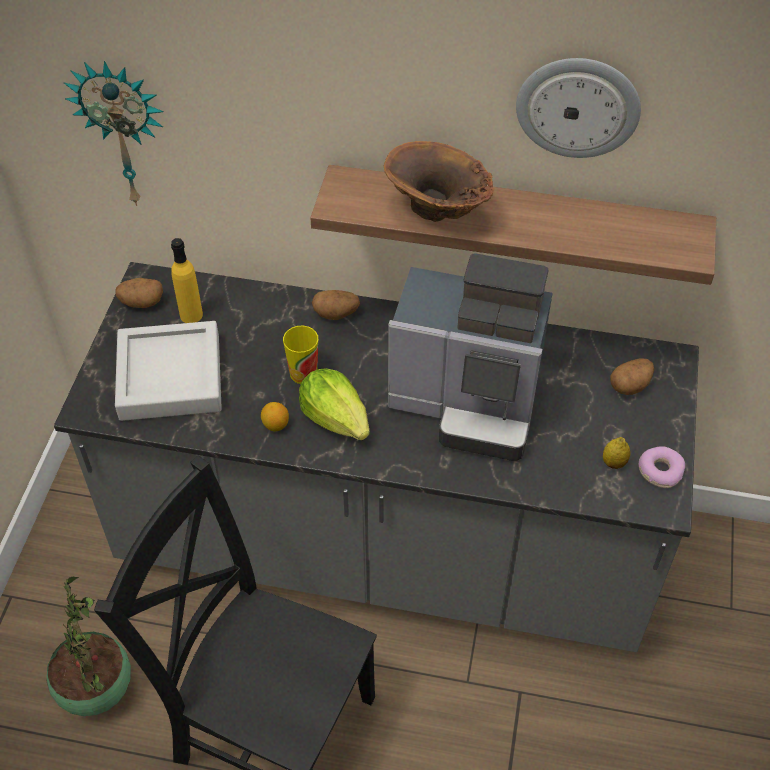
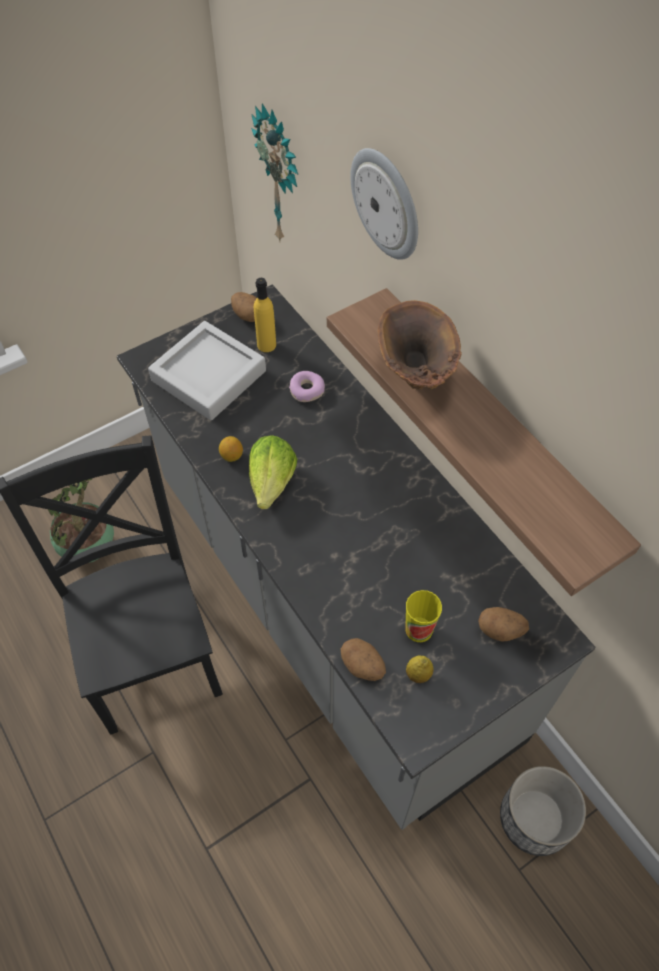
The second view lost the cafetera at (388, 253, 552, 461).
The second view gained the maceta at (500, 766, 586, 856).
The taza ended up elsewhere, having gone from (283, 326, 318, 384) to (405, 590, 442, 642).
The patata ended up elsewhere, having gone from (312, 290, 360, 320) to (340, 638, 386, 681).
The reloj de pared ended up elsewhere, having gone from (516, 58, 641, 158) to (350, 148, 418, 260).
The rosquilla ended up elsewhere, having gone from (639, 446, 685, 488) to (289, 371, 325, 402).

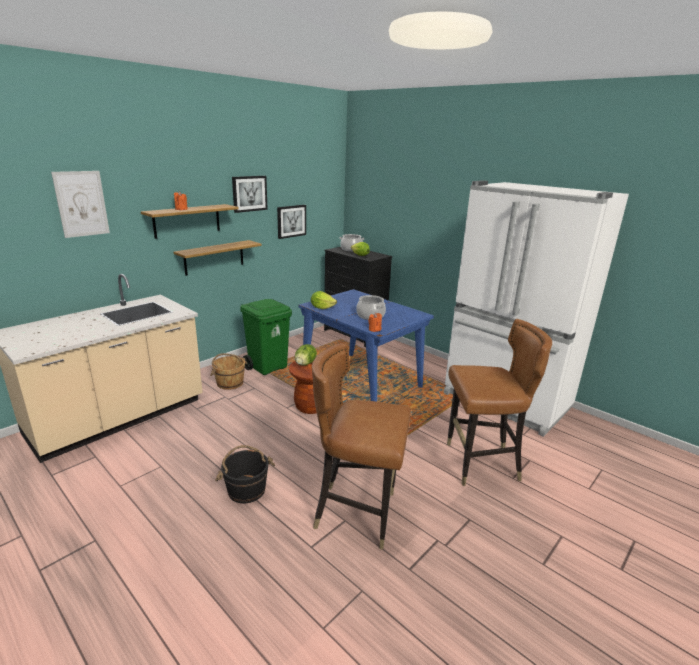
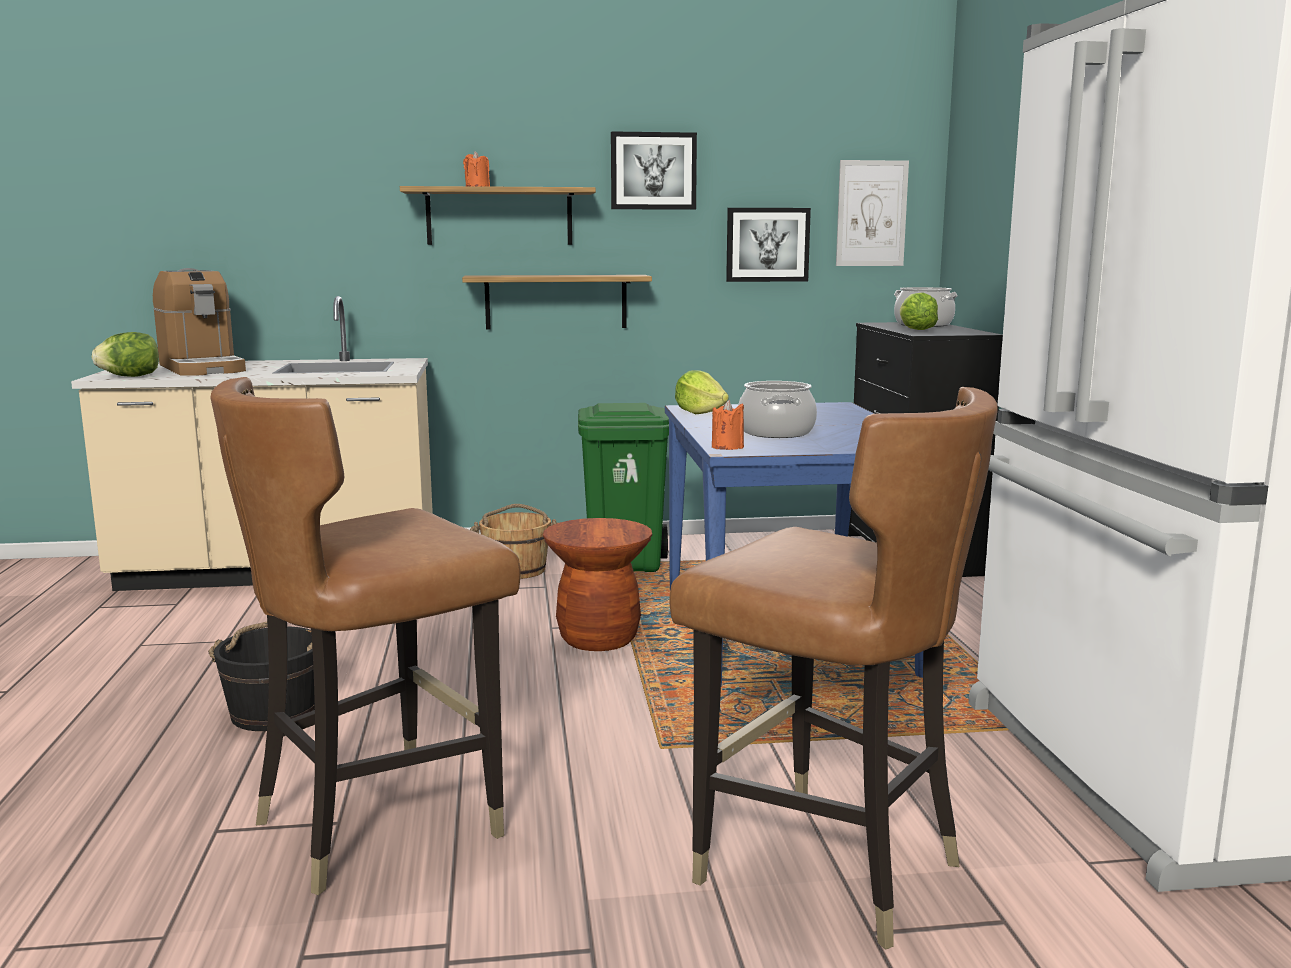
The second view gained the cafetera at (153, 268, 246, 376).
The cuadro ended up elsewhere, having gone from (51, 171, 110, 238) to (836, 160, 909, 266).
The lechuga ended up elsewhere, having gone from (295, 344, 317, 366) to (92, 332, 159, 377).
The silla/marrón at (312, 343, 411, 550) ended up facing another way, 90 degrees counterclockwise from before.

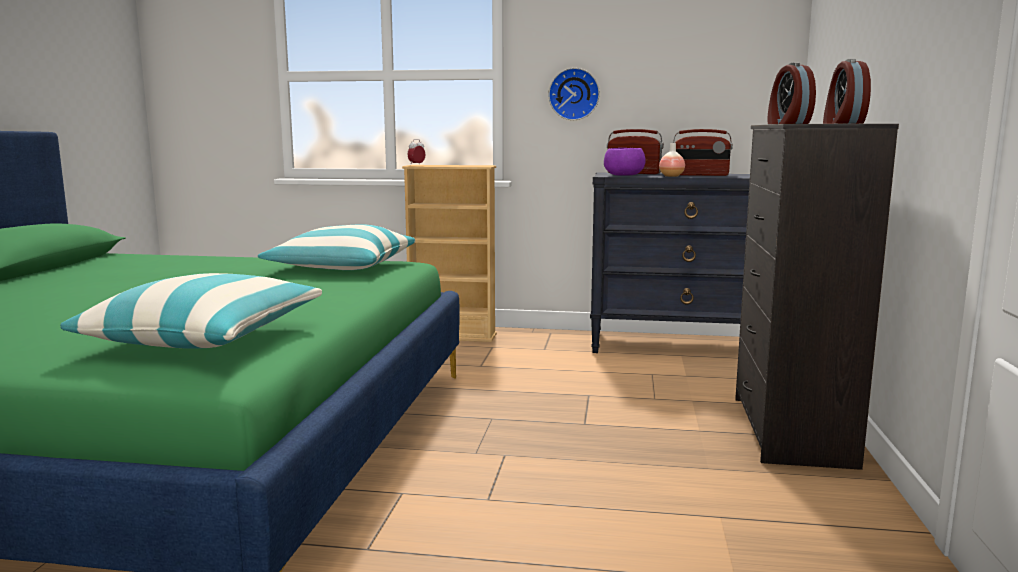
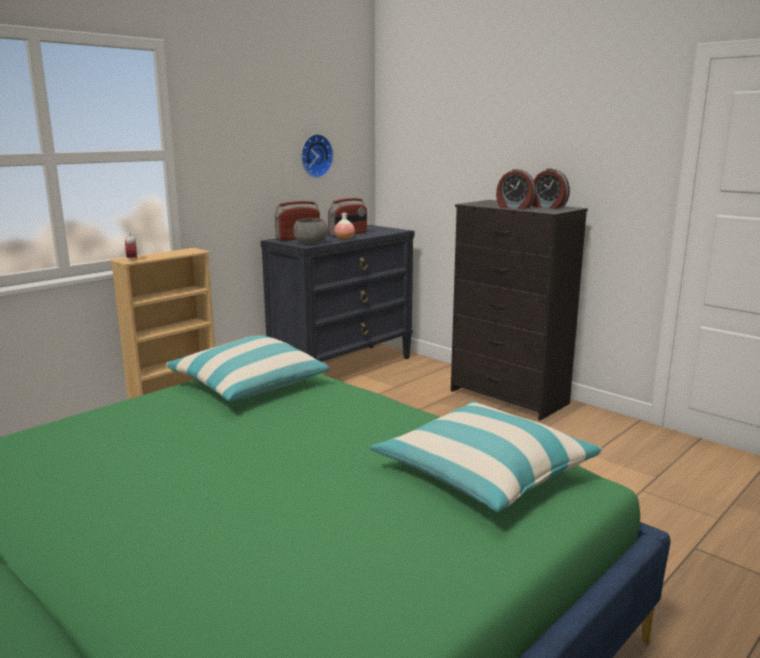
The reloj de pared ended up elsewhere, having gone from (548, 68, 600, 120) to (301, 134, 334, 178).
What was the cuenco/morado at (604, 148, 646, 176) turned into the cuenco/gris at (293, 218, 328, 244).

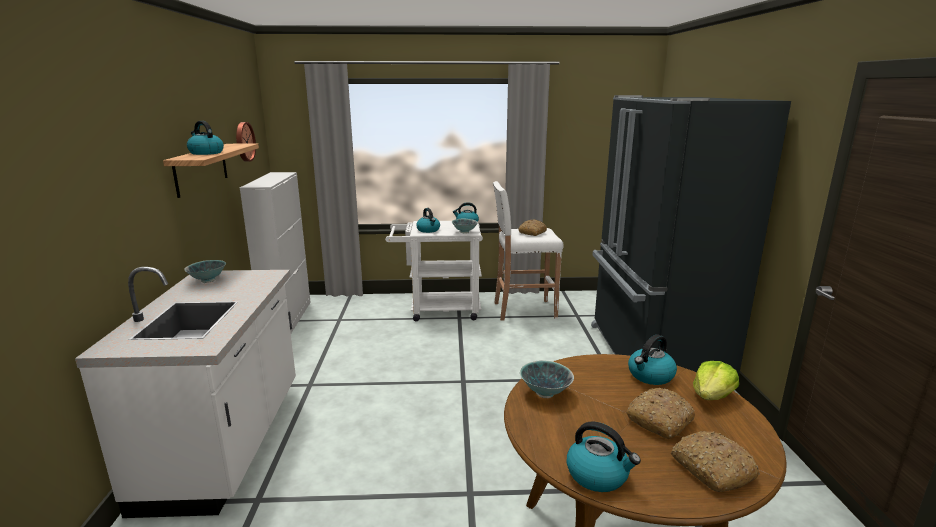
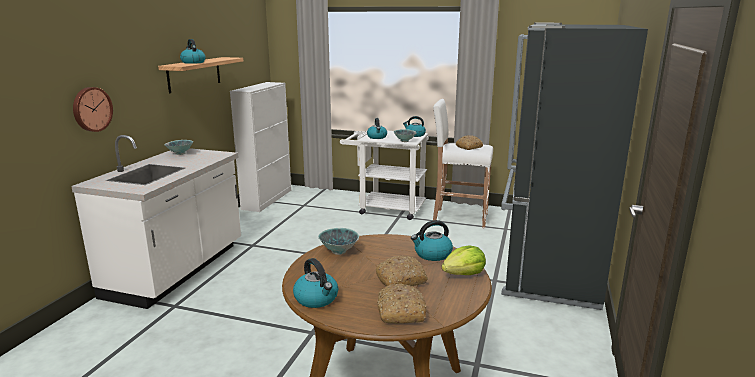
The reloj de pared ended up elsewhere, having gone from (236, 122, 256, 162) to (73, 87, 113, 132).

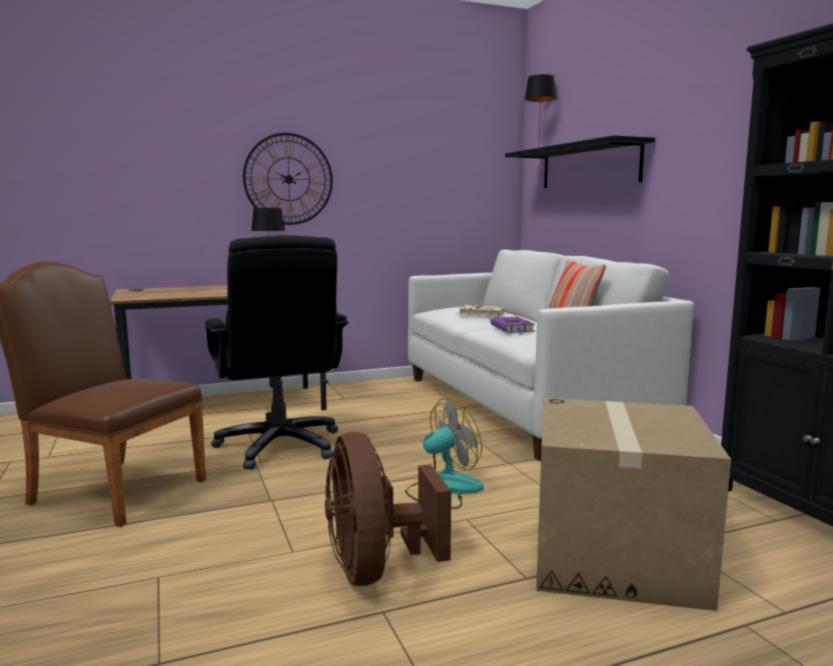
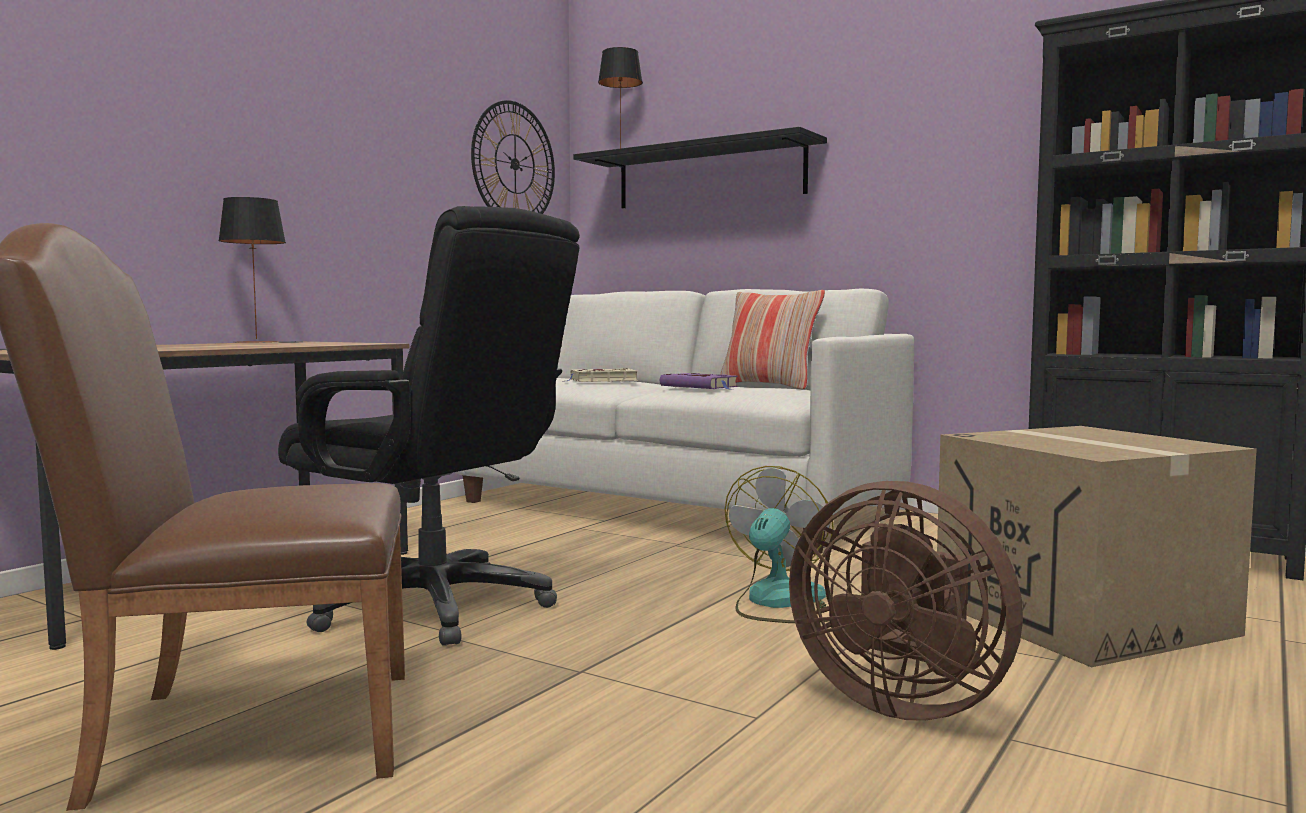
The reloj de pared ended up elsewhere, having gone from (243, 133, 333, 225) to (471, 100, 555, 214).

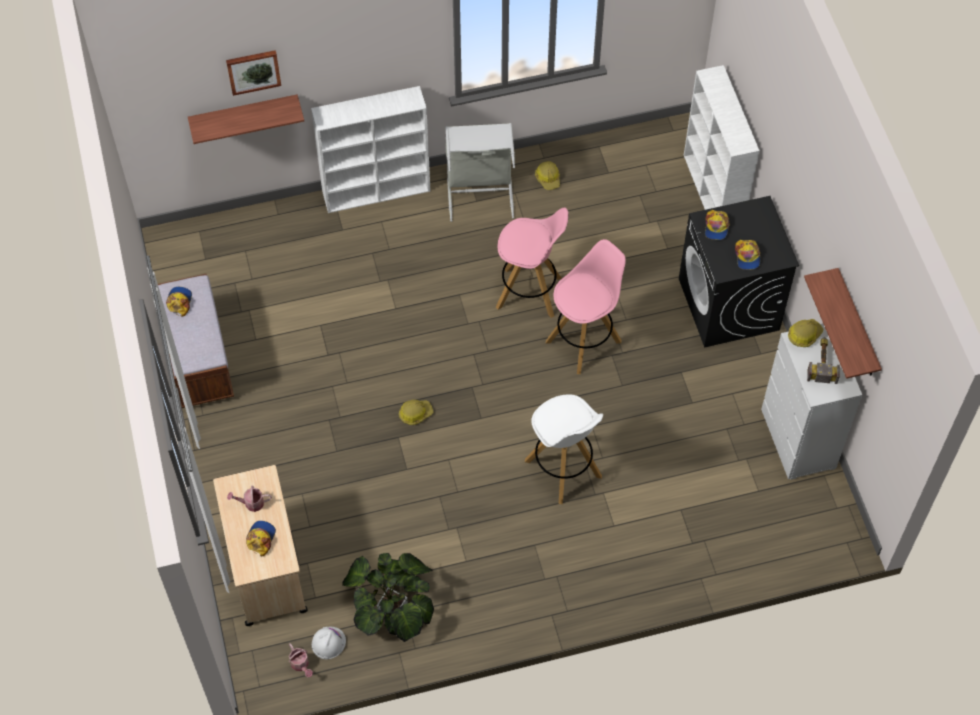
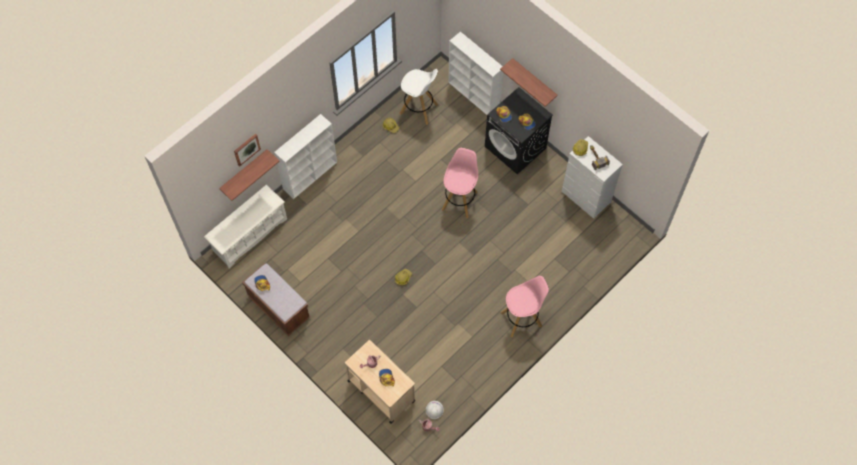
The second view lost the planta en maceta at (342, 553, 434, 642).
The second view lost the cesto de la ropa/gris at (445, 123, 515, 222).
The second view gained the zapatero/blanco at (204, 185, 287, 268).
The taburete/rosa ended up elsewhere, having gone from (496, 207, 569, 318) to (501, 276, 549, 338).
The taburete/blanco ended up elsewhere, having gone from (525, 394, 603, 504) to (400, 69, 438, 125).
The estante ended up elsewhere, having gone from (804, 268, 882, 379) to (500, 58, 558, 107).

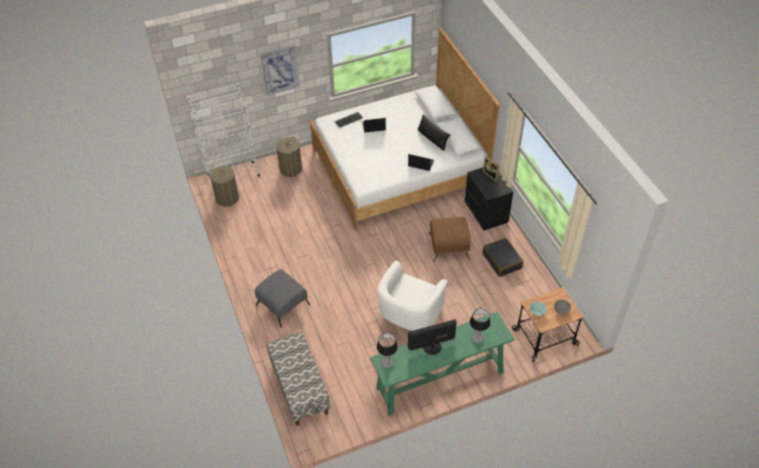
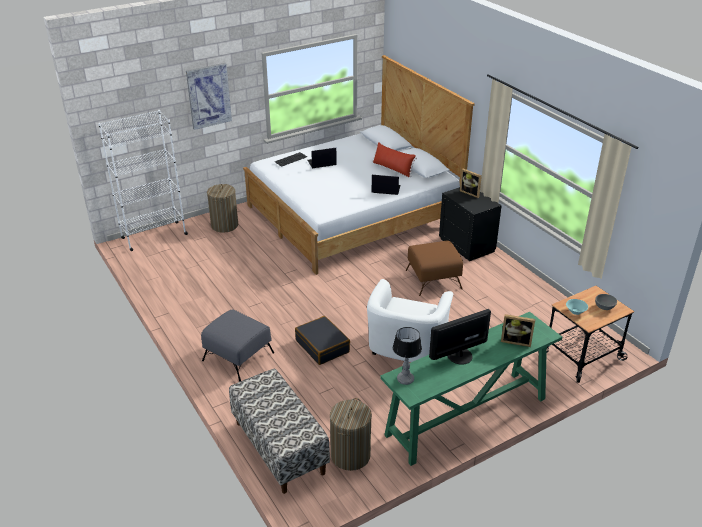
The cesto de la ropa ended up elsewhere, having gone from (210, 166, 239, 207) to (330, 398, 372, 471).
The maleta/negro ended up elsewhere, having gone from (483, 238, 524, 277) to (295, 316, 350, 365).
Where the lámpara de mesa stood at (470, 308, 490, 344), the portarretratos came to stand at (501, 314, 535, 347).
What was the cojín/negro at (417, 115, 452, 151) turned into the cojín/rojo at (372, 142, 417, 177).

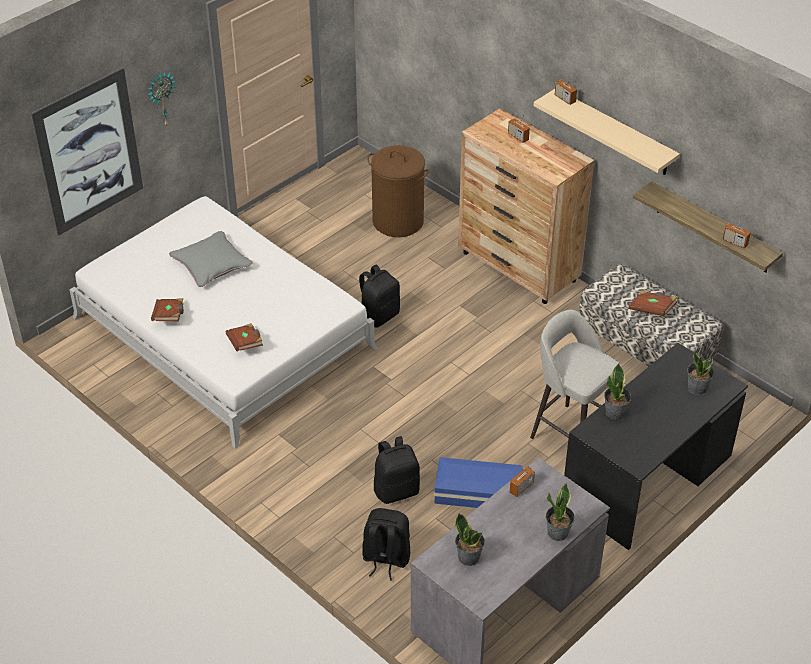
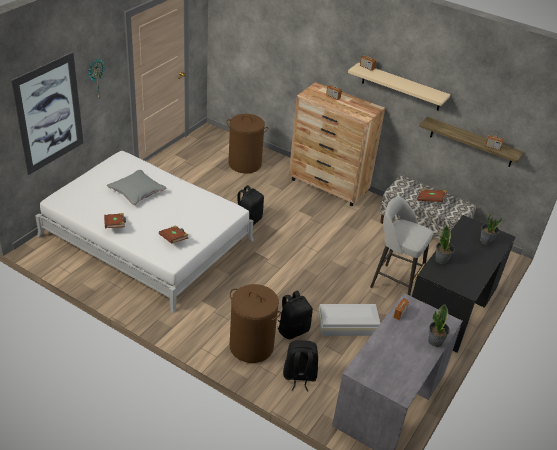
The second view lost the planta en maceta at (455, 513, 485, 566).
The second view gained the cesto de la ropa/marrón at (230, 284, 281, 363).
What was the caja de almacenaje/azul at (434, 457, 523, 508) turned into the caja de almacenaje/blanco at (318, 304, 380, 336).

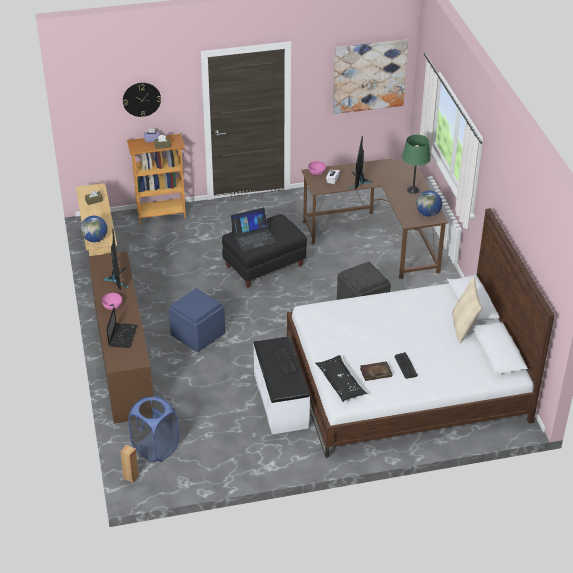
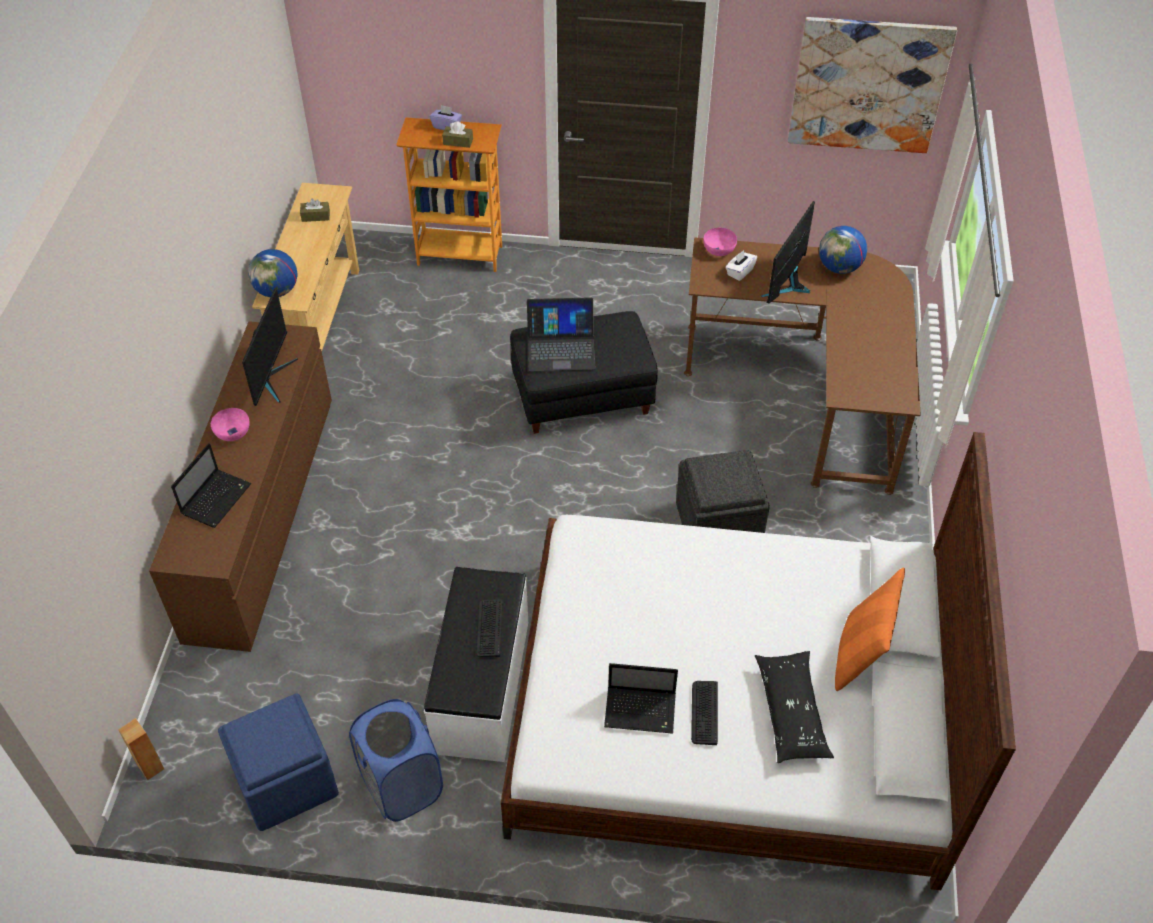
The second view lost the reloj de pared at (123, 83, 161, 117).
The second view lost the lámpara de mesa/verde at (402, 135, 431, 194).
The cesto de la ropa/azul ended up elsewhere, having gone from (128, 396, 179, 462) to (349, 699, 443, 822).
The puf/azul ended up elsewhere, having gone from (169, 288, 225, 352) to (218, 693, 339, 831).
The cojín/negro ended up elsewhere, having gone from (315, 355, 367, 402) to (755, 651, 834, 763).
The globo terráqueo ended up elsewhere, having gone from (416, 190, 442, 216) to (819, 226, 867, 274).
Where the libro stood at (360, 361, 392, 381), the portátil came to stand at (604, 663, 678, 734).
What was the cojín/beis at (452, 277, 482, 343) turned into the cojín/naranja at (835, 568, 905, 691).

